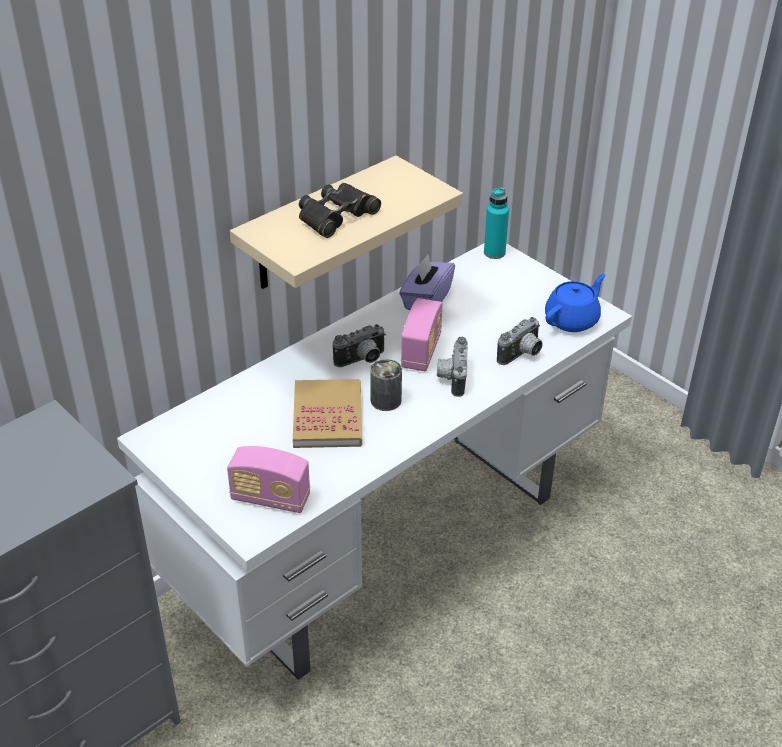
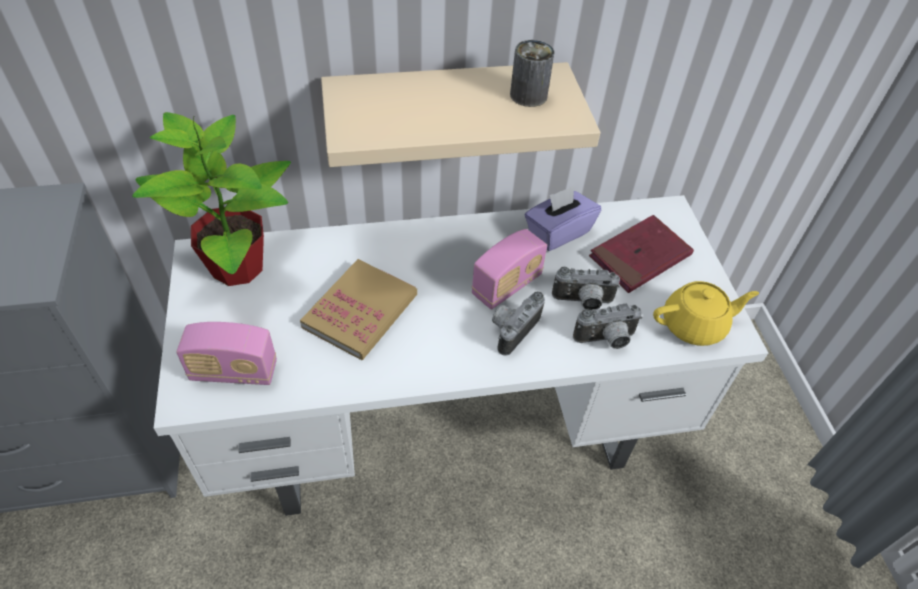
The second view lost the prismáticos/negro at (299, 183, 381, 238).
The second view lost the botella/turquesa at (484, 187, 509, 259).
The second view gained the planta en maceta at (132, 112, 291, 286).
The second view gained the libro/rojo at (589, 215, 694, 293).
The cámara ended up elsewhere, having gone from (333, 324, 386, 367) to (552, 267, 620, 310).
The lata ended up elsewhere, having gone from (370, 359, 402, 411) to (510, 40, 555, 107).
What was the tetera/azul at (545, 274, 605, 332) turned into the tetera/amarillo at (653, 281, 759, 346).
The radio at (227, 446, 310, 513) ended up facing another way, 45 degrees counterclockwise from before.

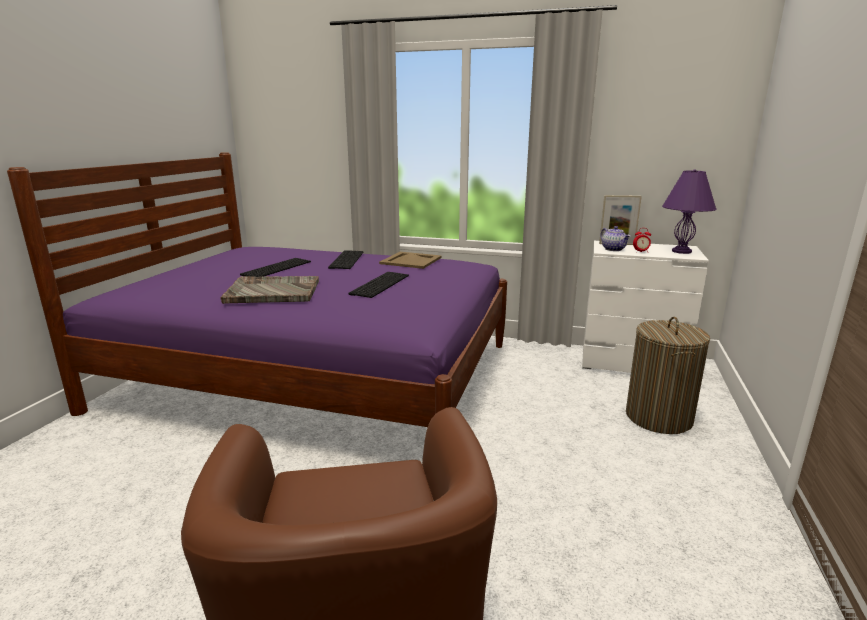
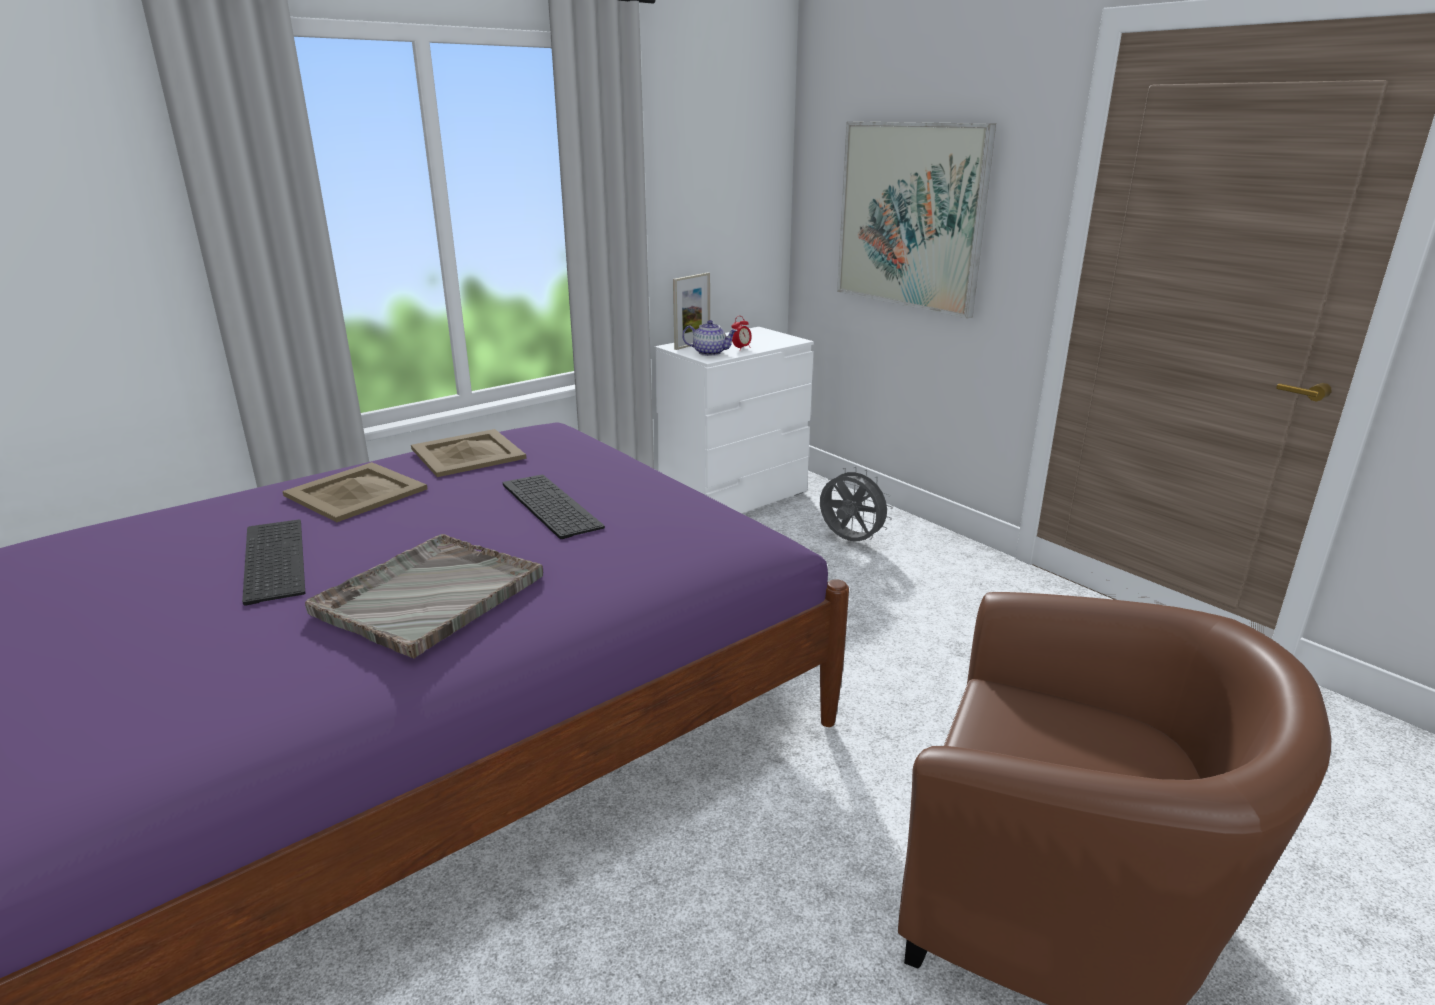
The second view lost the lámpara de mesa/morado at (662, 169, 717, 254).
The second view gained the cuadro at (837, 121, 996, 319).
Where the teclado stood at (328, 250, 364, 269), the bandeja/beis came to stand at (282, 462, 427, 522).
Where the cesto de la ropa stood at (626, 317, 710, 434), the ventilador/gris came to stand at (820, 467, 893, 541).

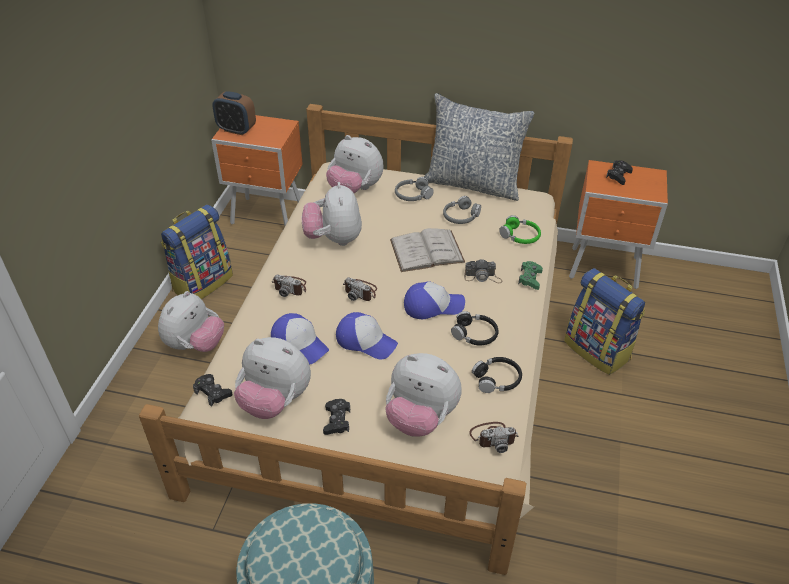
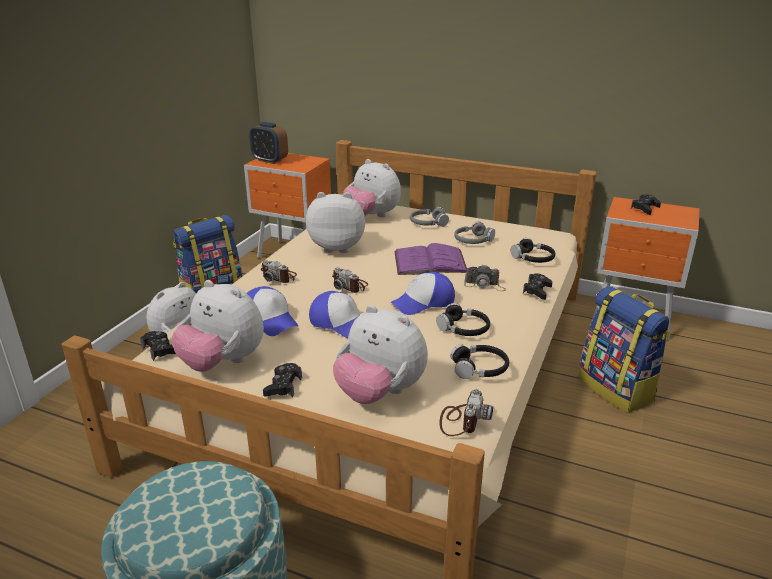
The second view lost the cojín at (424, 93, 535, 201).
What was the libro/blanco at (390, 228, 465, 272) turned into the libro/morado at (394, 243, 467, 275).
What was the auriculares/verde at (499, 215, 541, 244) turned into the auriculares/negro at (511, 238, 555, 263).
What was the mando de consola/verde at (518, 261, 543, 290) turned into the mando de consola/negro at (523, 273, 552, 300).
The peluche at (302, 182, 362, 246) ended up facing another way, 90 degrees clockwise from before.
The gorra at (404, 281, 465, 319) ended up facing another way, 150 degrees clockwise from before.
The cámara at (469, 422, 519, 453) ended up facing another way, 75 degrees counterclockwise from before.

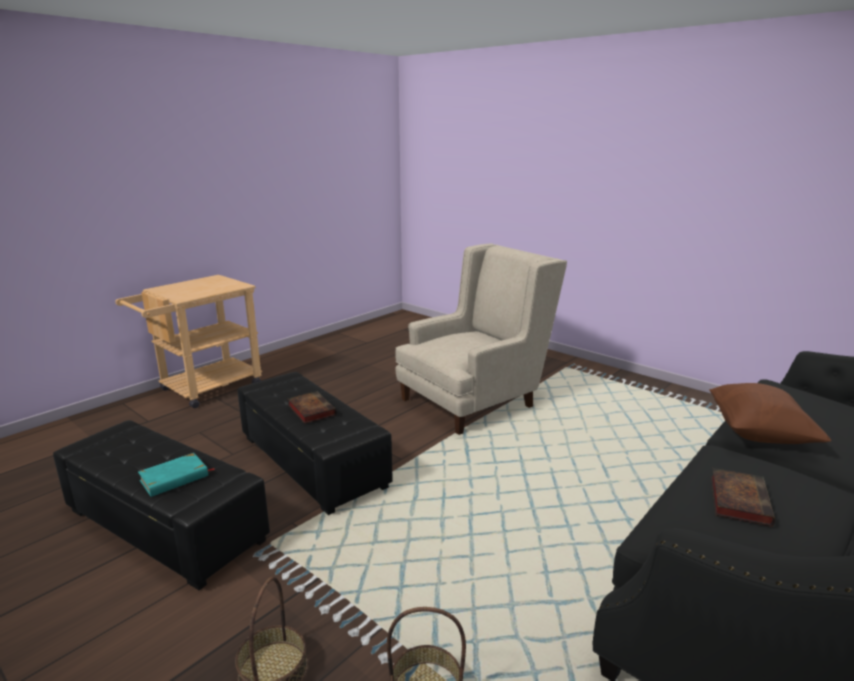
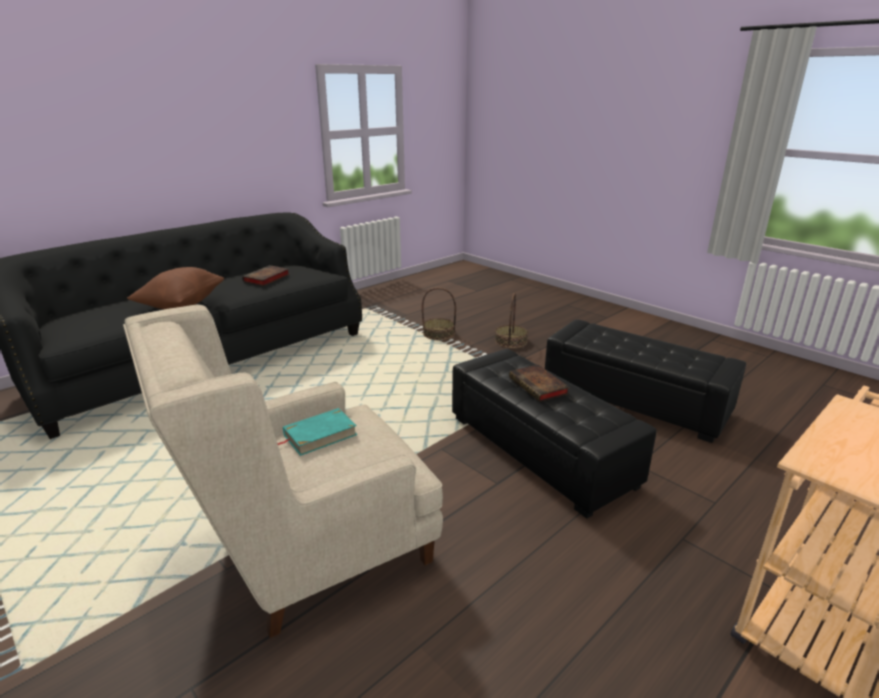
The libro/turquesa ended up elsewhere, having gone from (138, 453, 215, 497) to (277, 408, 357, 456).

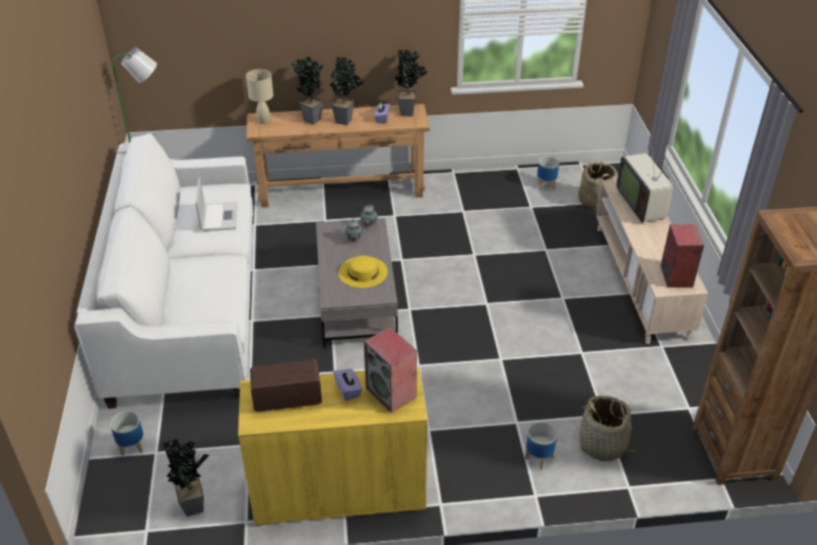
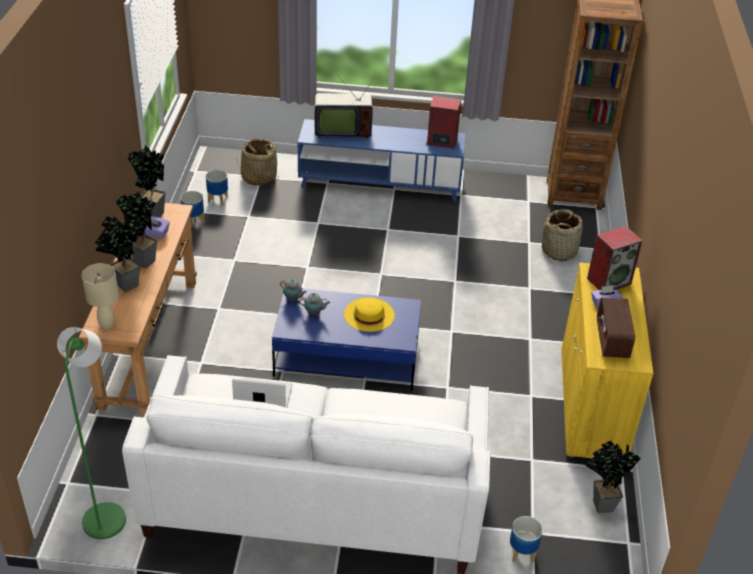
The maceta ended up elsewhere, having gone from (525, 422, 557, 469) to (181, 191, 205, 228).
What was the mesa de centro/gris at (316, 218, 398, 348) turned into the mesa de centro/azul at (272, 289, 421, 391).
What was the mueble de televisión/beis at (596, 180, 708, 344) turned into the mueble de televisión/azul at (298, 119, 466, 202).

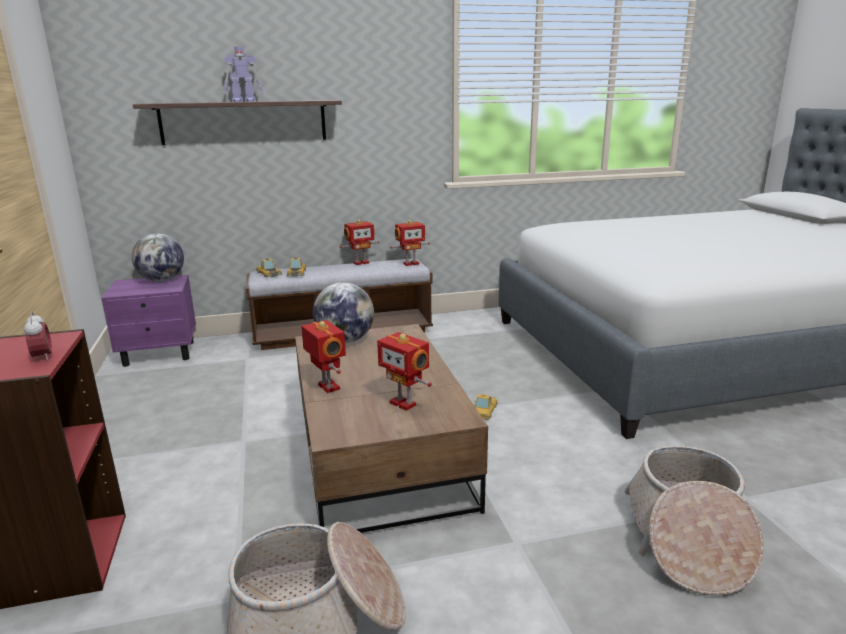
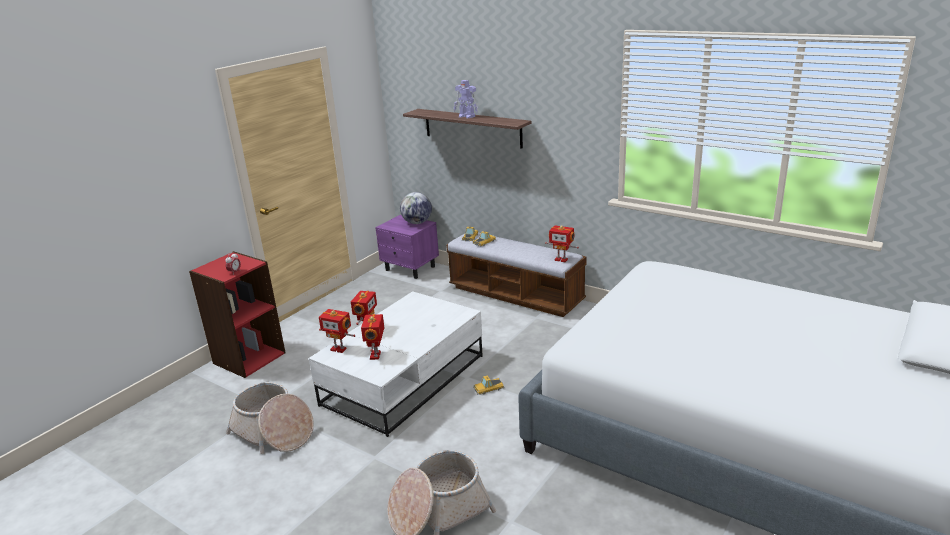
The second view lost the globo terráqueo at (313, 282, 374, 343).
The robot de juguete ended up elsewhere, having gone from (340, 219, 380, 265) to (319, 309, 355, 353).
What was the mesa de centro/marrón at (295, 324, 488, 533) turned into the mesa de centro/blanco at (309, 291, 483, 437).

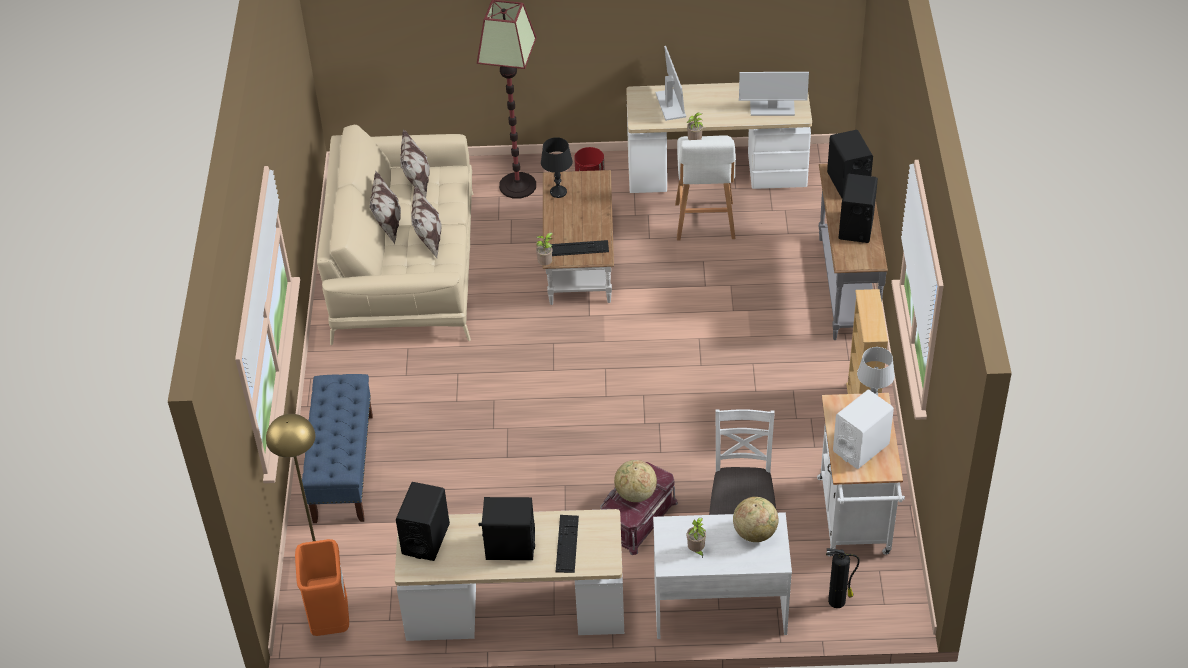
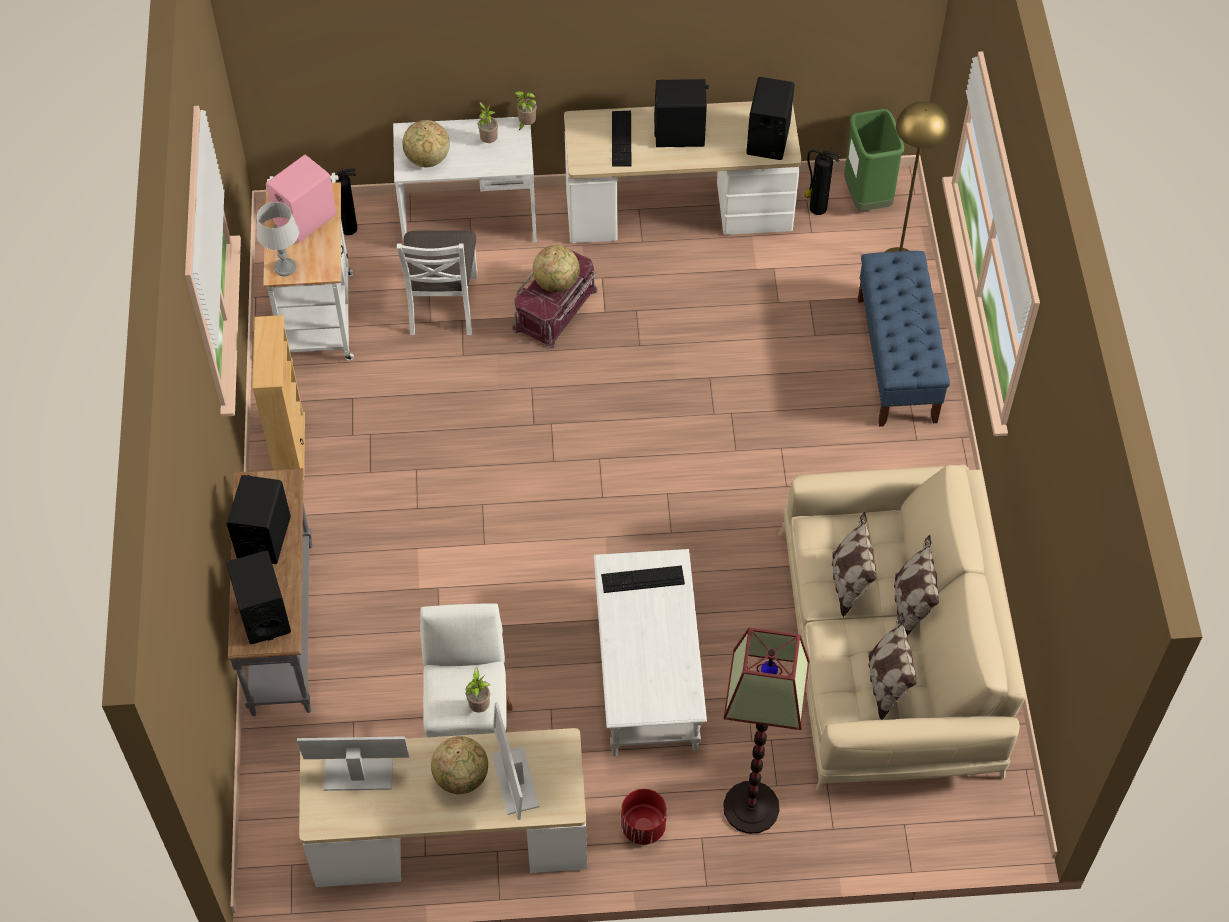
The second view lost the lámpara de mesa/negro at (541, 137, 573, 198).
The second view gained the globo terráqueo at (431, 736, 488, 794).
The second view gained the extintor at (805, 149, 840, 215).
The planta en maceta ended up elsewhere, having gone from (536, 232, 553, 266) to (514, 91, 537, 130).
What was the papelera/naranja at (295, 539, 349, 636) turned into the papelera/verde at (844, 109, 904, 211).
What was the mesa de centro/marrón at (543, 170, 614, 305) turned into the mesa de centro/blanco at (594, 549, 707, 757).
What was the altavoz/blanco at (833, 389, 894, 469) turned into the altavoz/rosa at (266, 155, 336, 243).

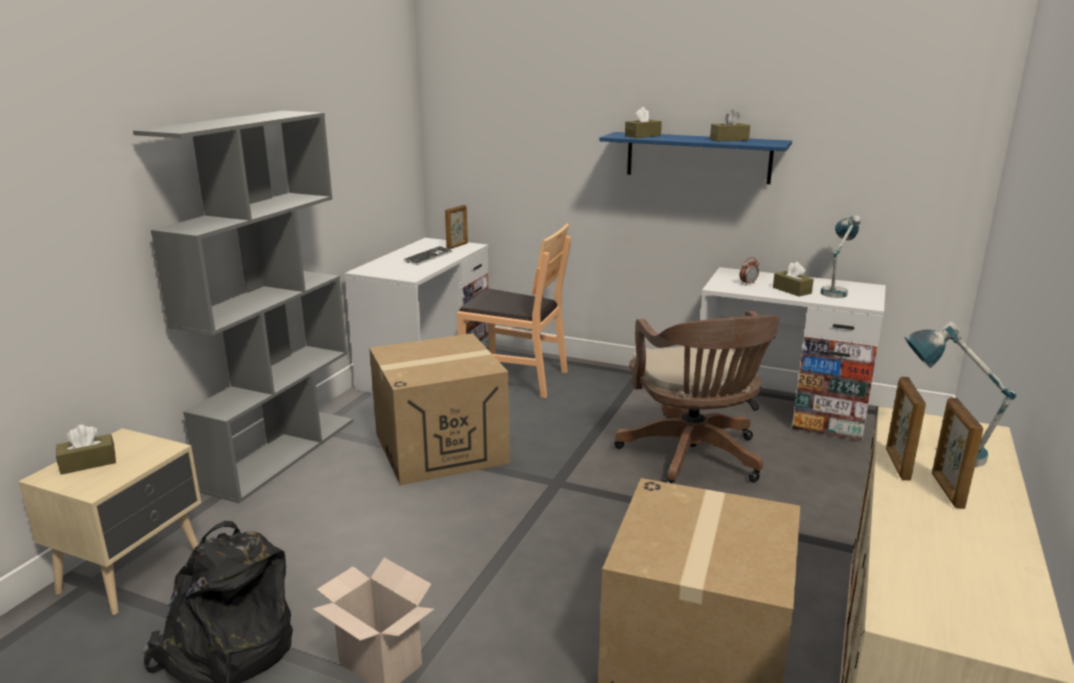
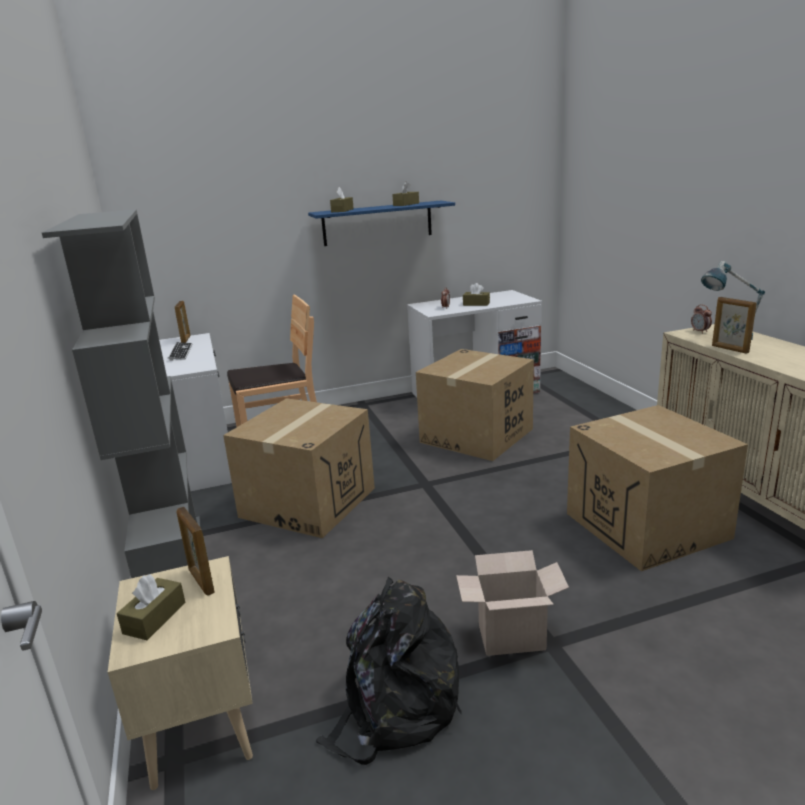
The second view lost the lámpara de mesa at (821, 215, 861, 298).
The second view gained the despertador at (691, 304, 712, 333).
The portarretratos ended up elsewhere, having gone from (932, 398, 983, 509) to (177, 507, 215, 596).
Where the silla de oficina/marrón stood at (614, 311, 779, 483), the caja de cartón came to stand at (416, 349, 534, 461).

